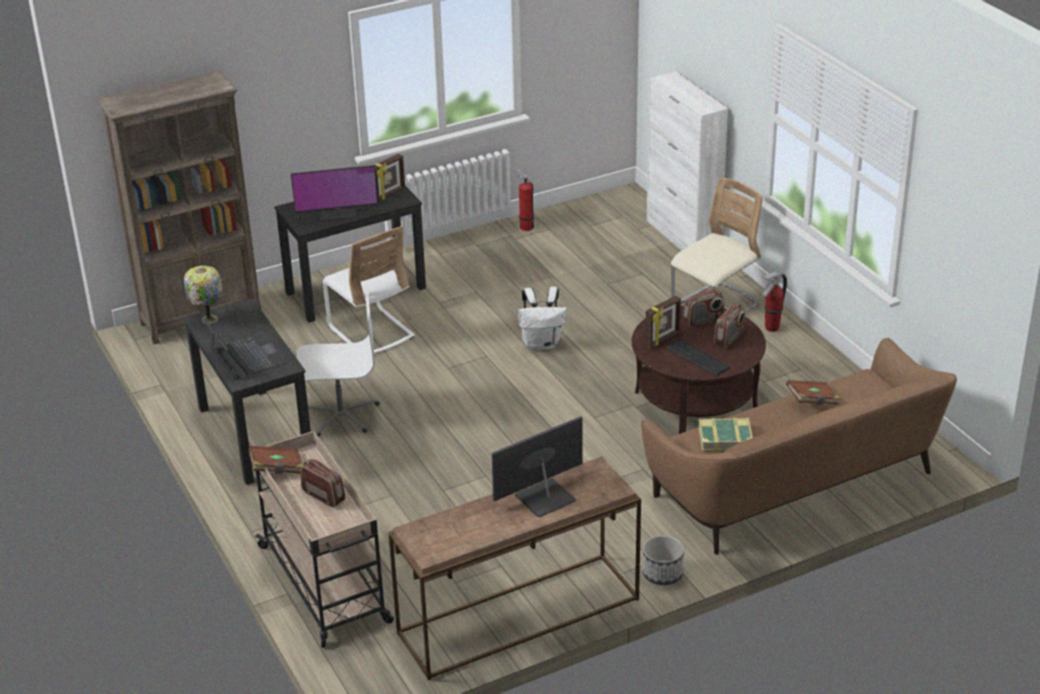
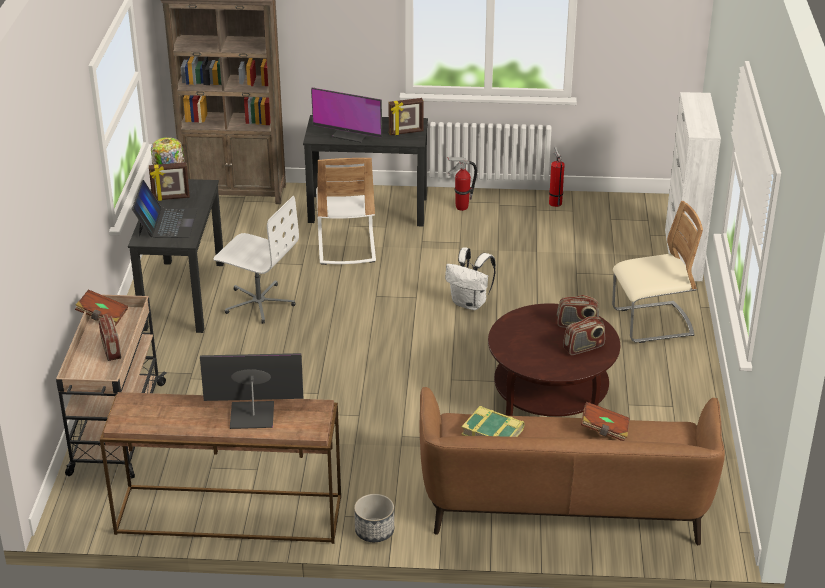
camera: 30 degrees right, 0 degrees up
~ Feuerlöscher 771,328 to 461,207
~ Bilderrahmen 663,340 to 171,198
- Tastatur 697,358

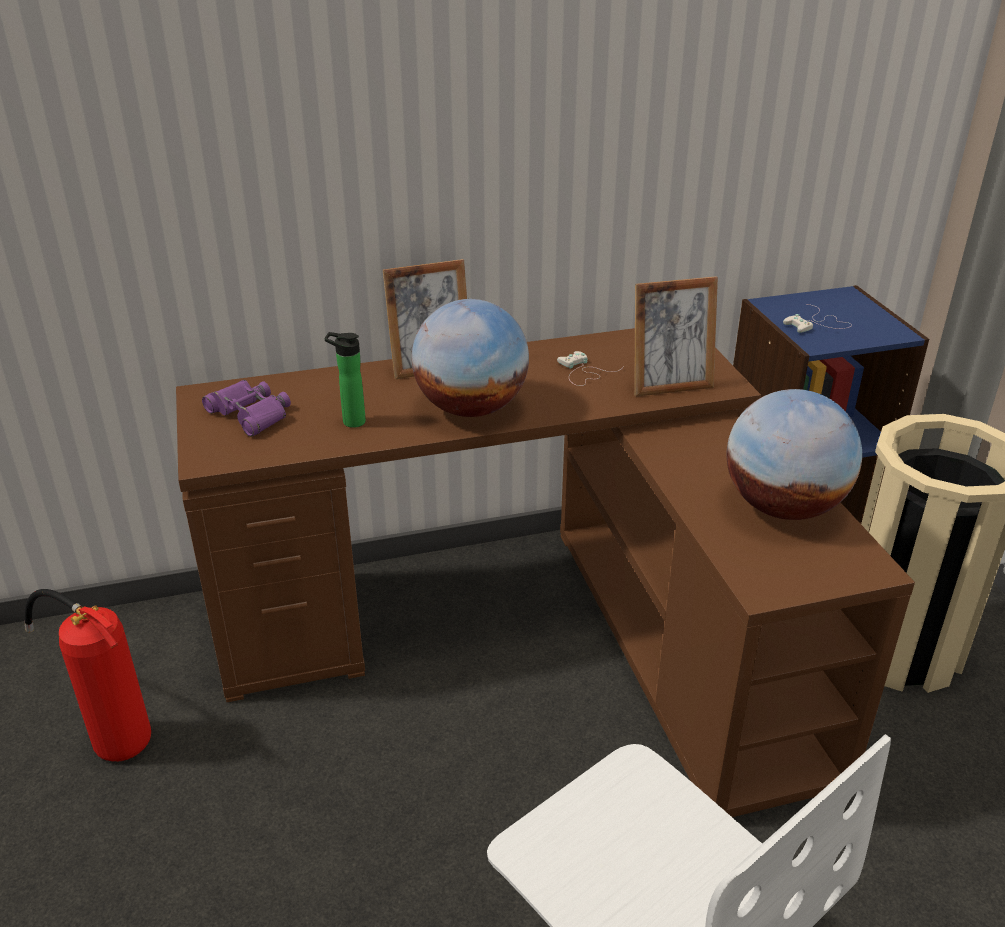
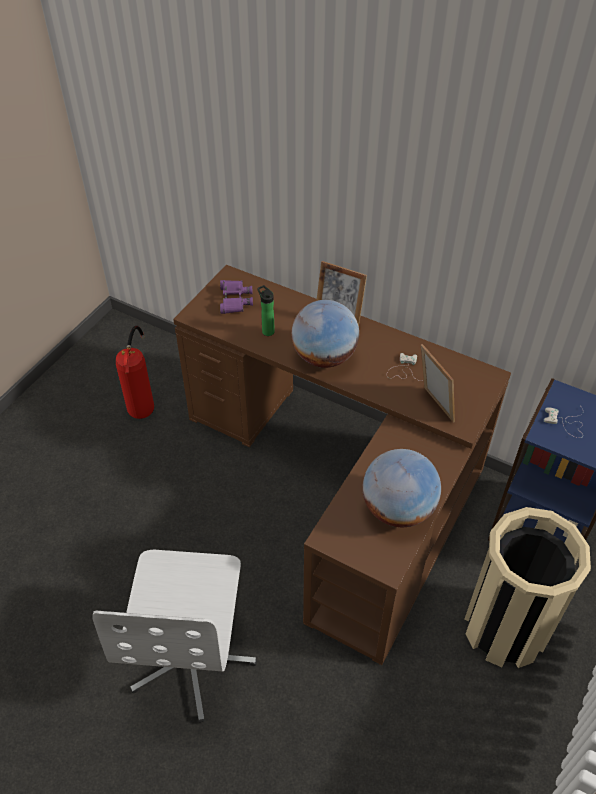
camera: 45 degrees right, 15 degrees up
~ Bilderrahmen 670,386 = 433,407 150 degrees counterclockwise

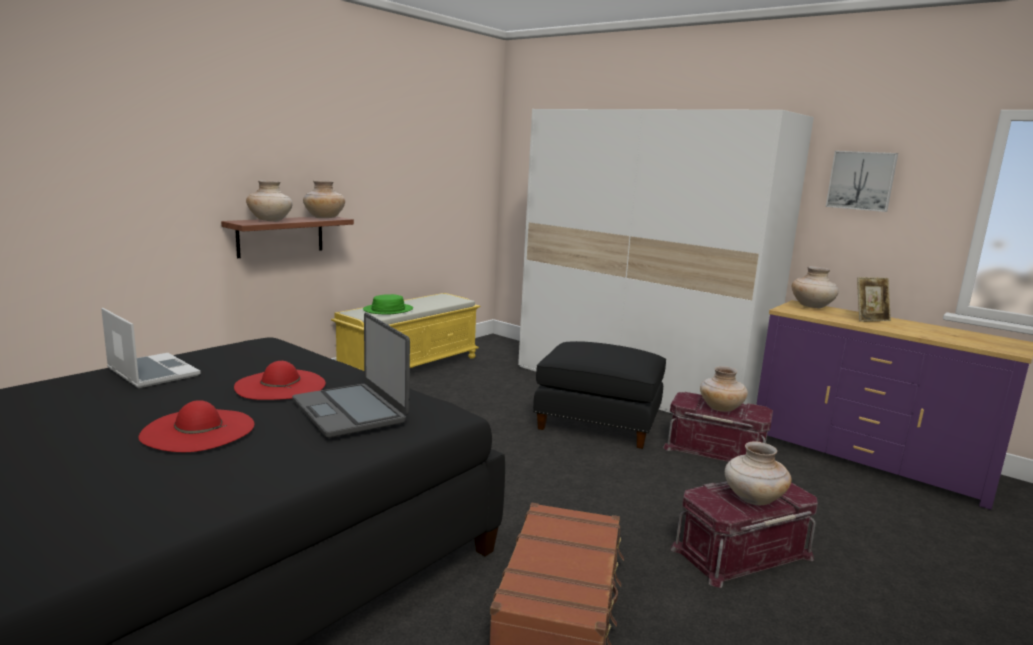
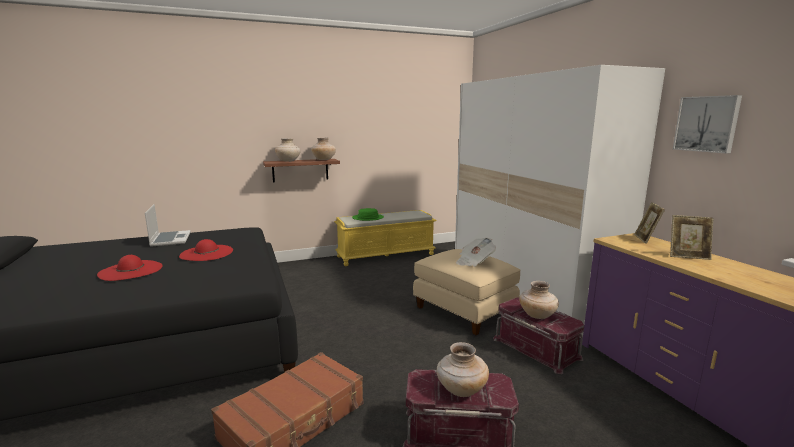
camera: 30 degrees right, 0 degrees up
~ Vase (beige) 812,306 to Bilderrahmen 646,239
- Laptop 350,411
~ Polsterhocker (schwarz) 598,423 to Polsterhocker (beige) 465,311
+ Zeitung 474,262

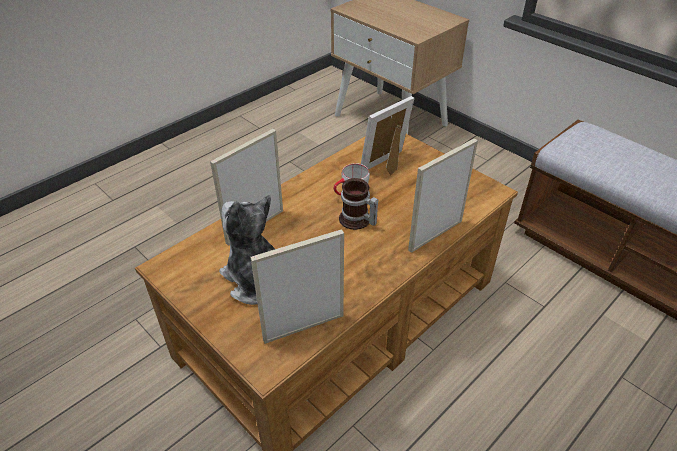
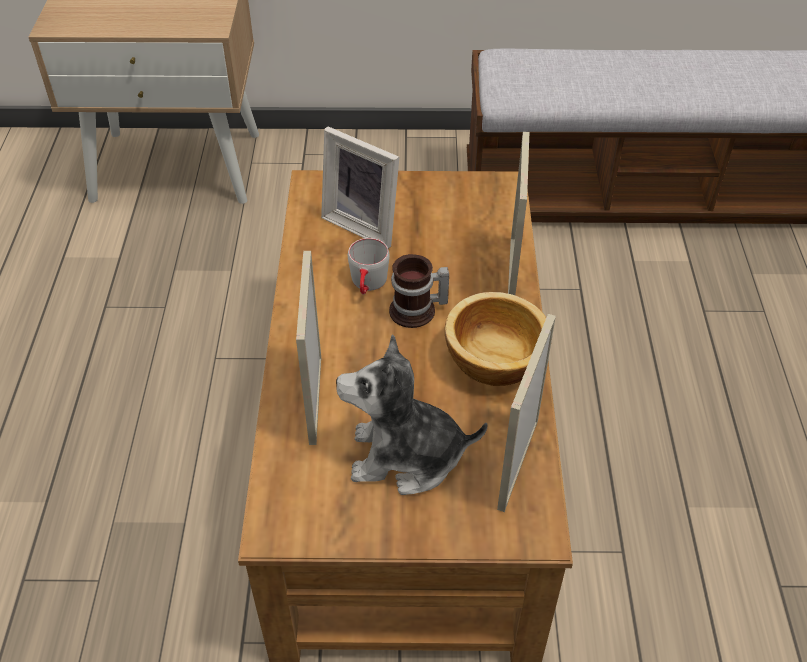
camera: 45 degrees left, 5 degrees up
~ Bilderrahmen 388,166 = 364,223 60 degrees counterclockwise
+ Schüssel 492,359

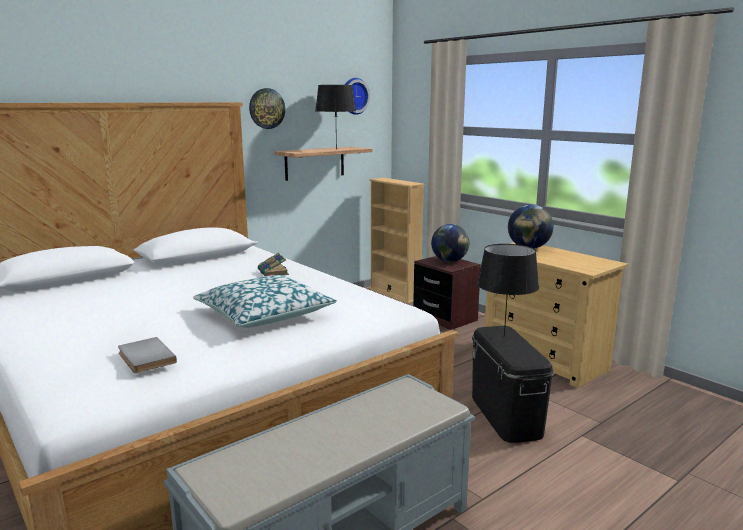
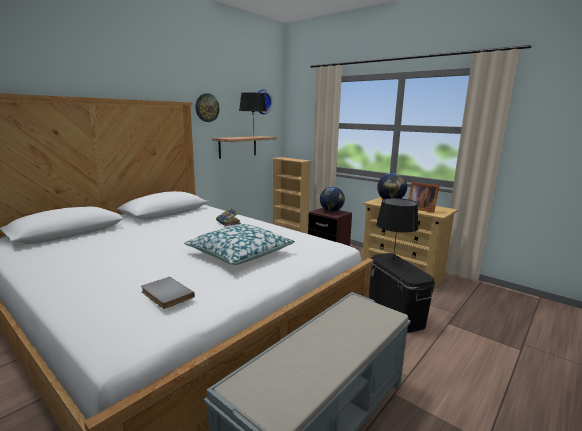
camera: 10 degrees left, 0 degrees up
+ Bilderrahmen 420,209

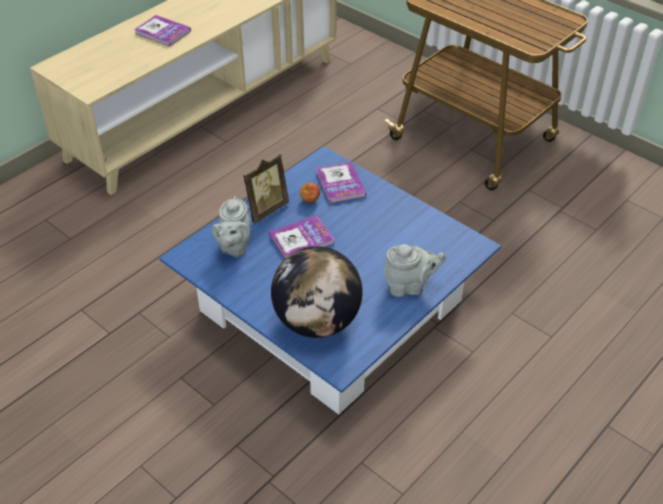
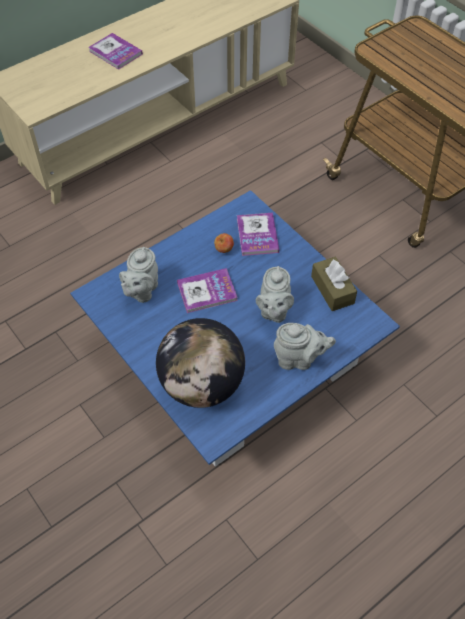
camera: 10 degrees right, 10 degrees up
- Bilderrahmen 264,209
+ Taschentuchbox (braun) 332,290
+ Teekanne (grau) 273,311

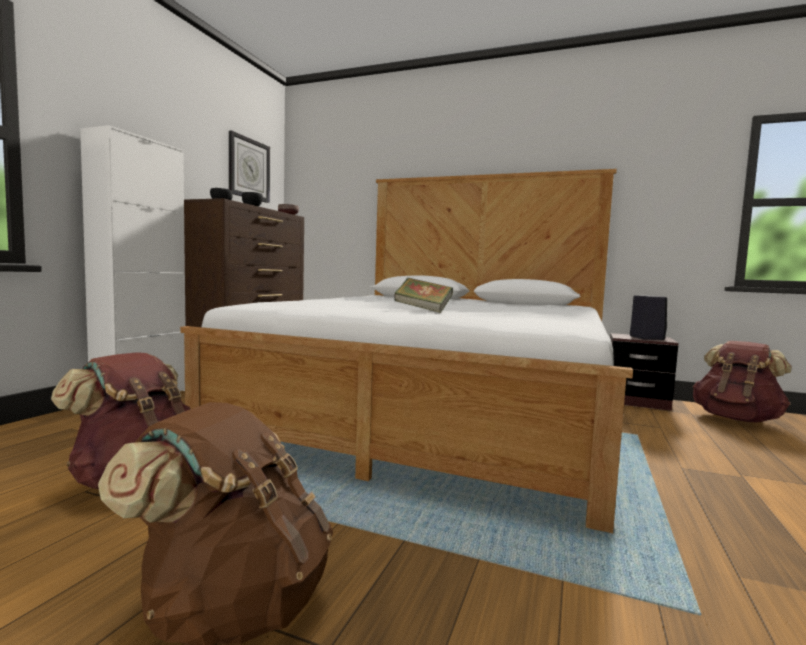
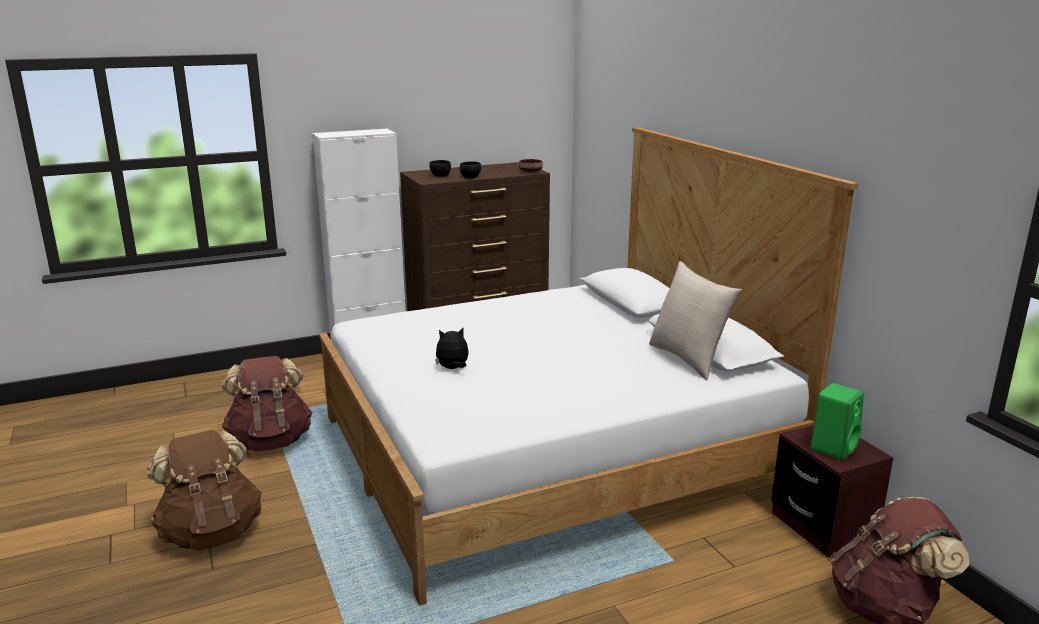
camera: 45 degrees right, 15 degrees up
- Wanduhr 249,169
~ Buch 423,311 to Plüschtier 453,368
~ Lautsprecher (schwarz) 645,338 to Lautsprecher (grün) 833,448
+ Kissen (beige) 689,359

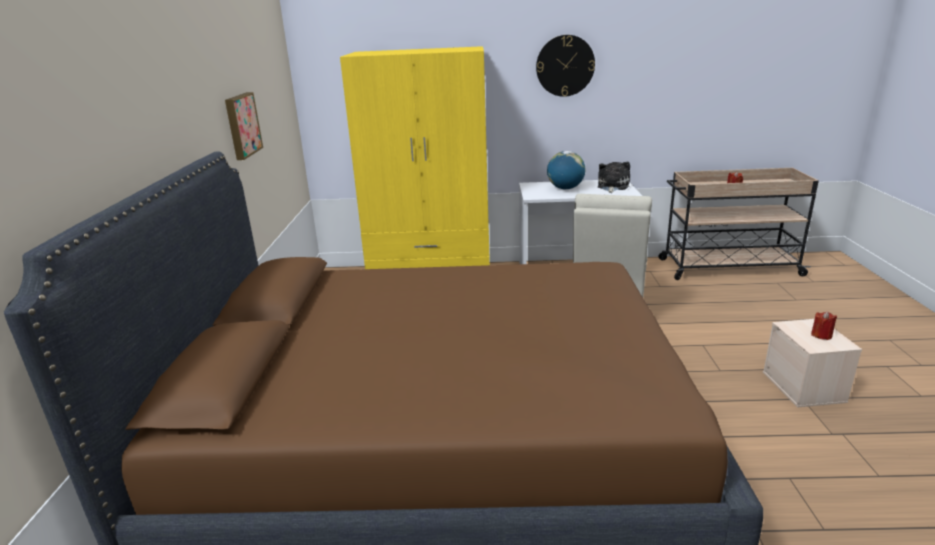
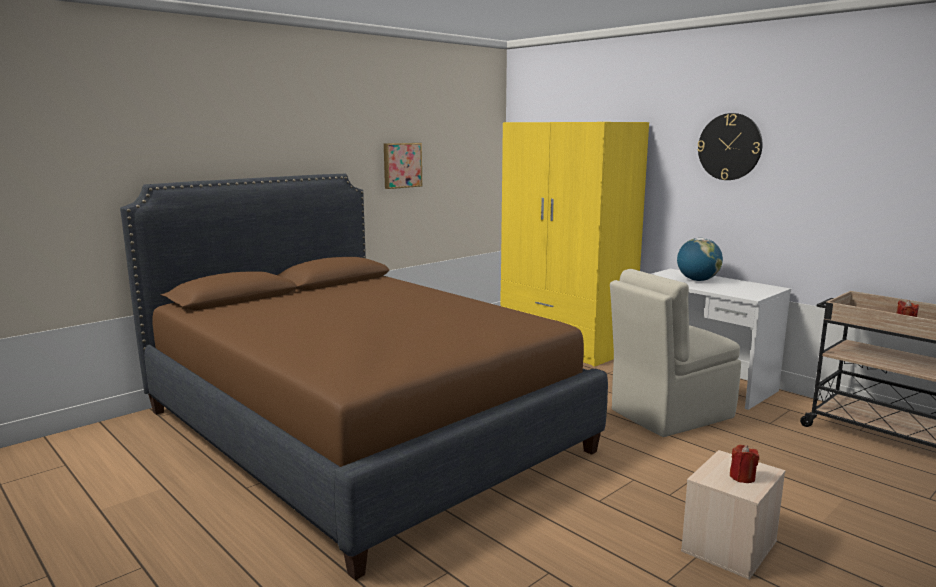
camera: 45 degrees right, 10 degrees down
- Plüschtier 612,186

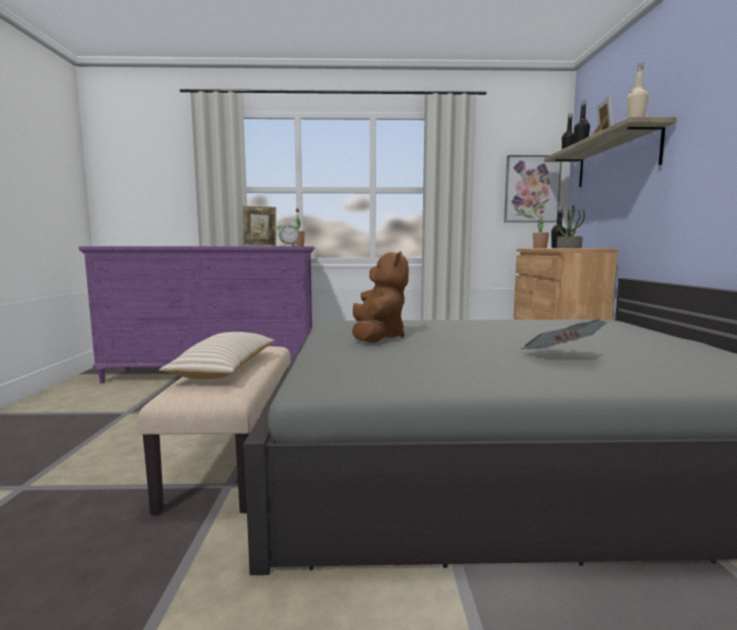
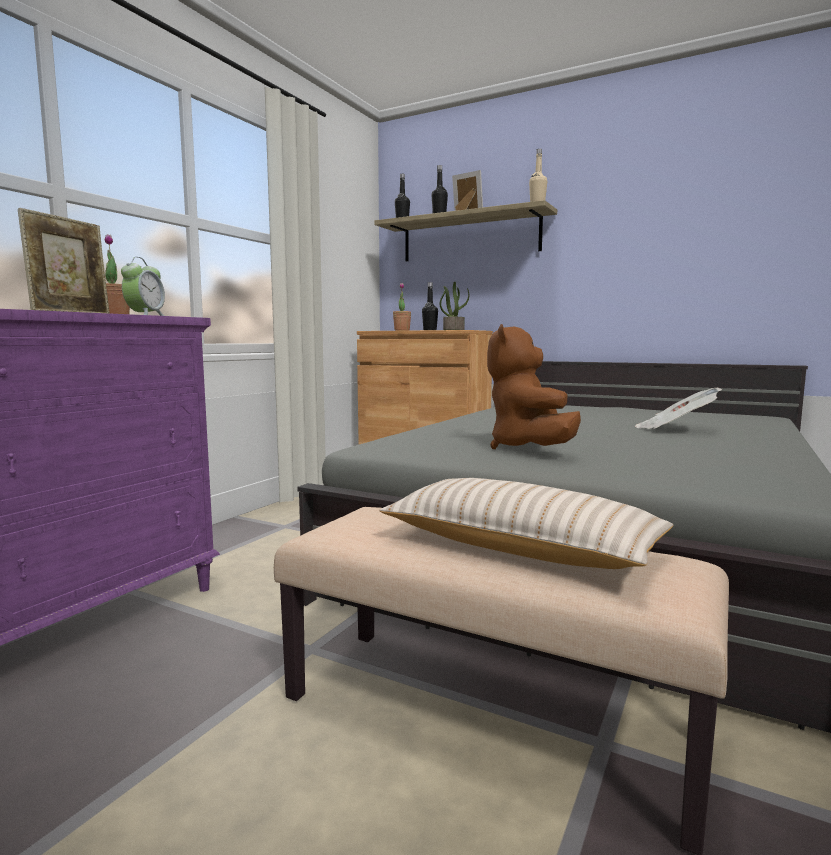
camera: 60 degrees left, 0 degrees up
- Bild 531,189
~ Plüschtier (braun) 377,337 = 528,449 120 degrees counterclockwise

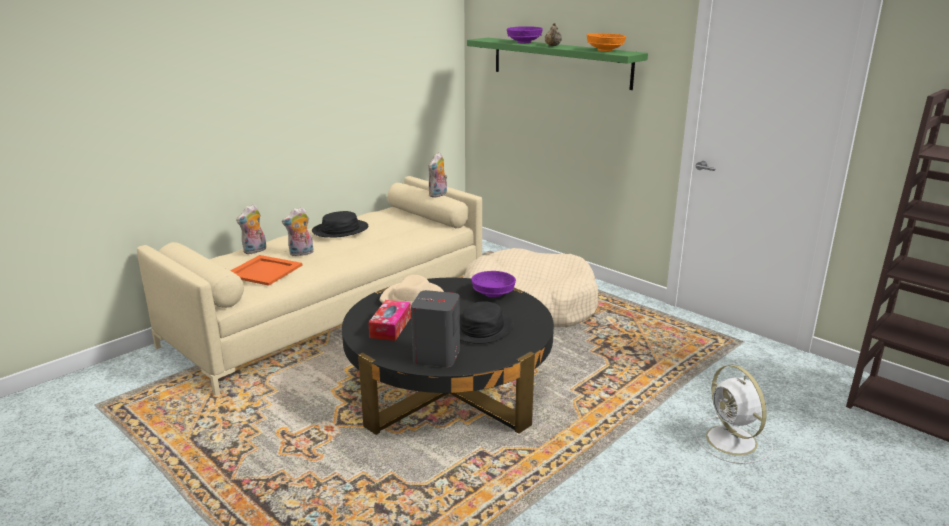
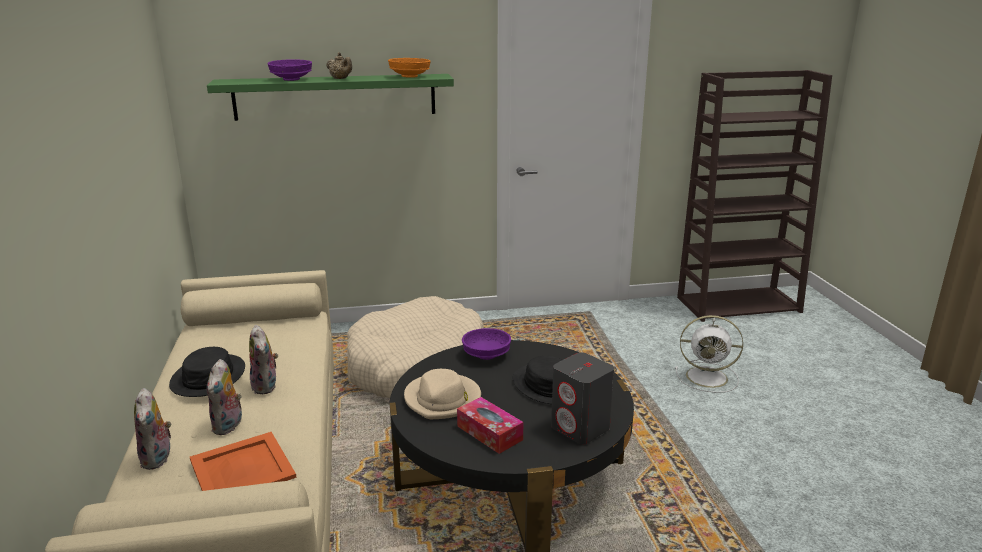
camera: 55 degrees left, 0 degrees up
~ Plüschtier 438,195 to 266,386

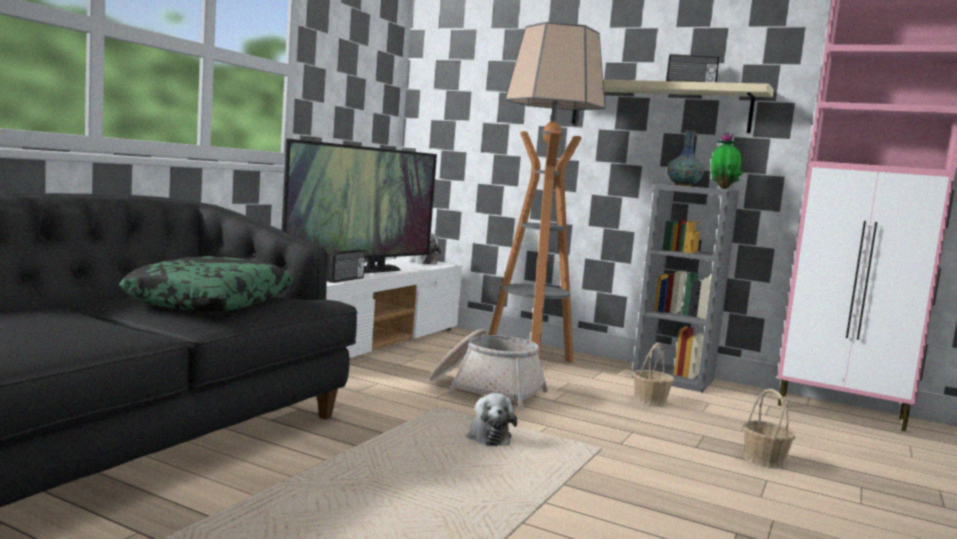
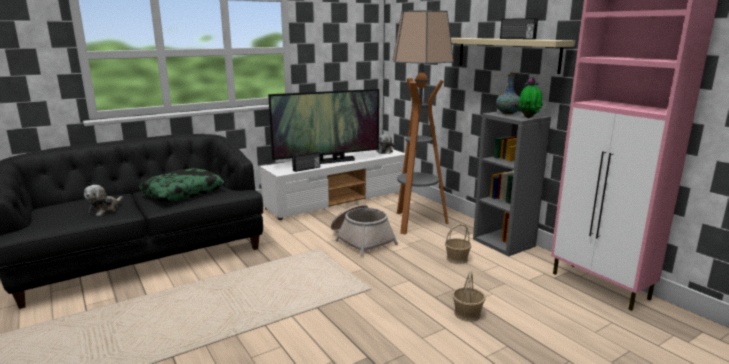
camera: 30 degrees right, 10 degrees up
~ Plüschtier 488,437 to 105,210

